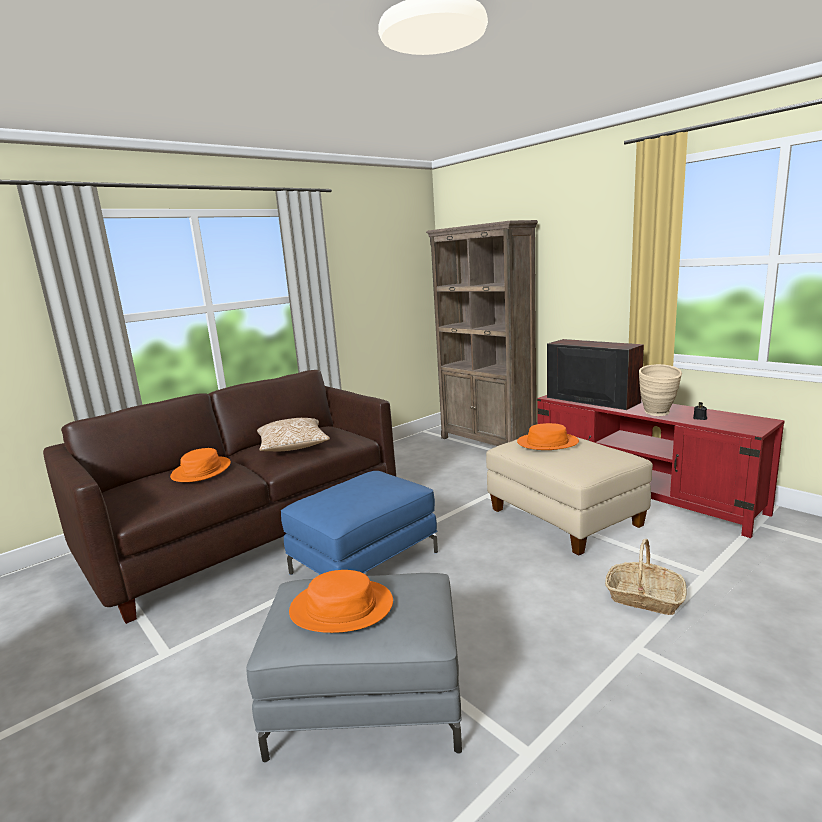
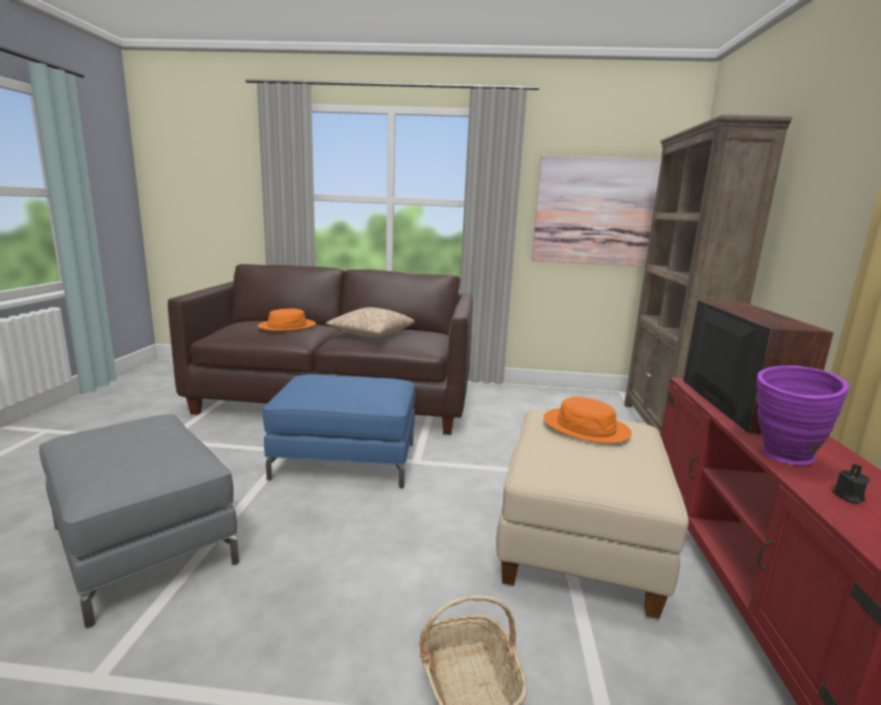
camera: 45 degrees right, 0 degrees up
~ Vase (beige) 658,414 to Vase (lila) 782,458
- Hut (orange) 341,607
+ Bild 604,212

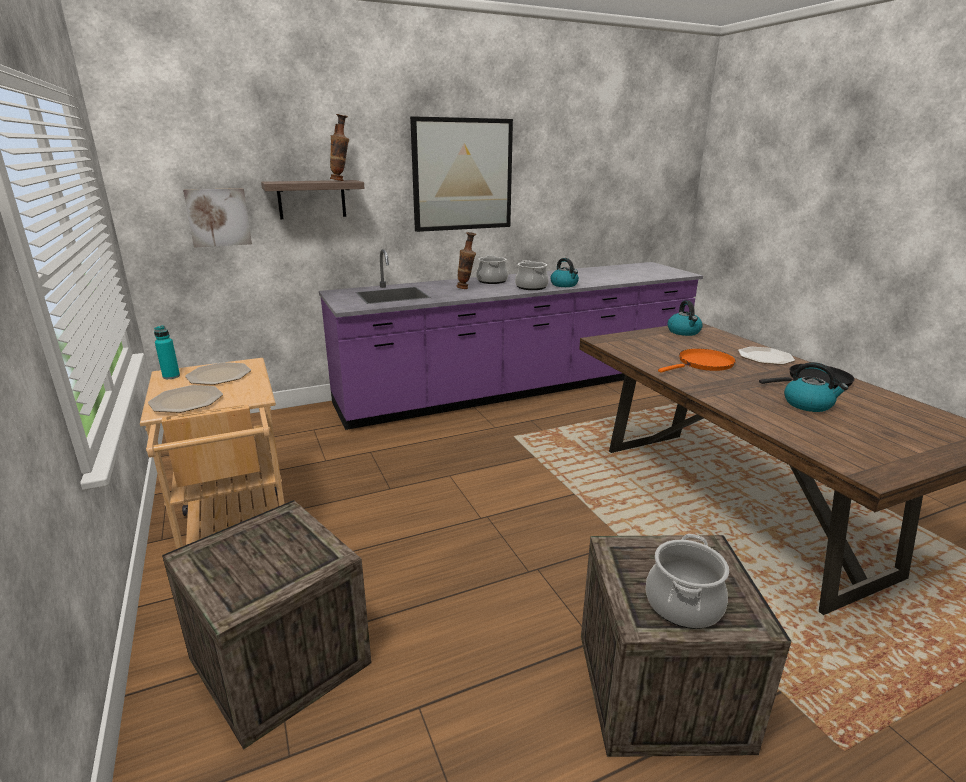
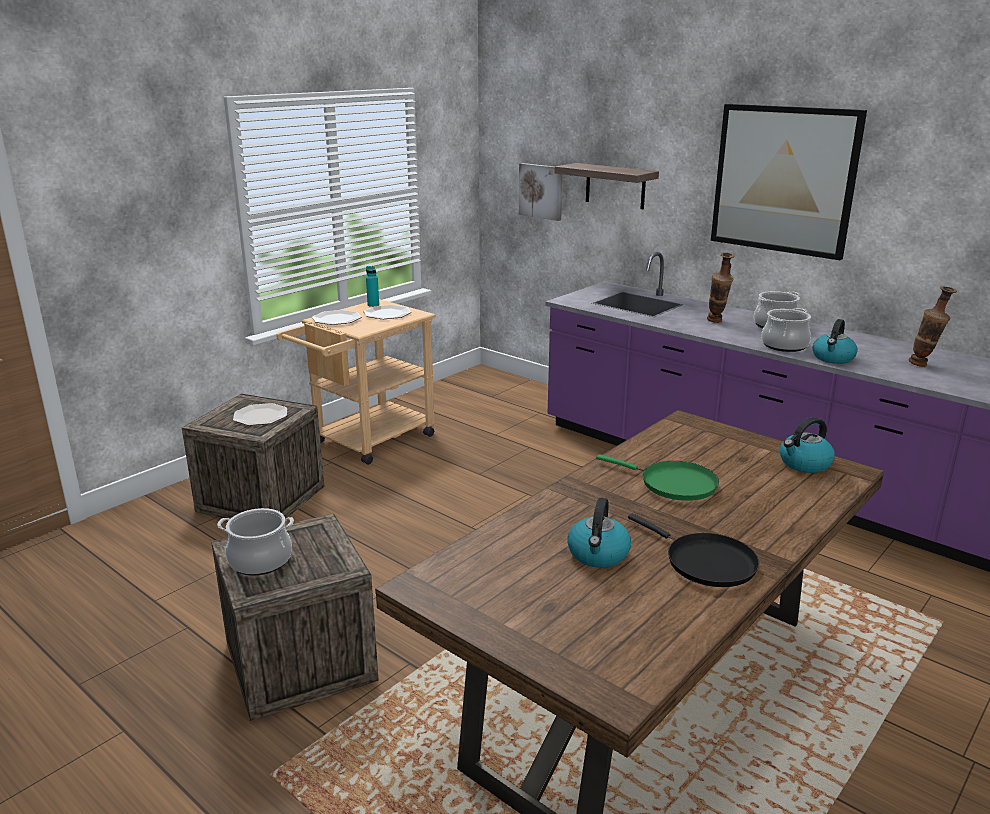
camera: 65 degrees right, 0 degrees up
~ Vase 341,181 to 923,365
~ Teller 765,357 to 261,416
~ Pfanne (orange) 703,364 to Pfanne (grün) 673,484

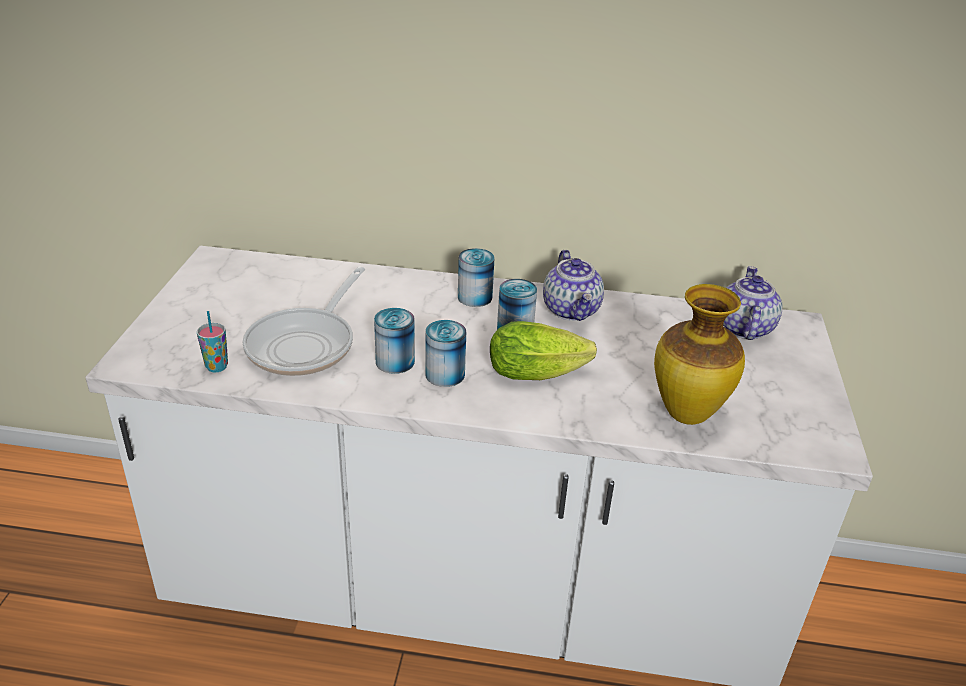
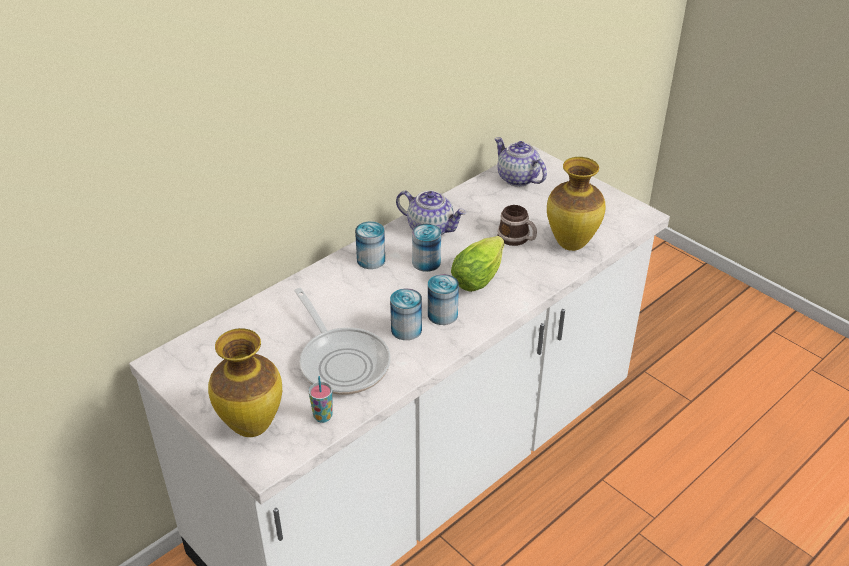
camera: 50 degrees left, 5 degrees up
+ Henkelbecher 517,239
+ Vase 252,426

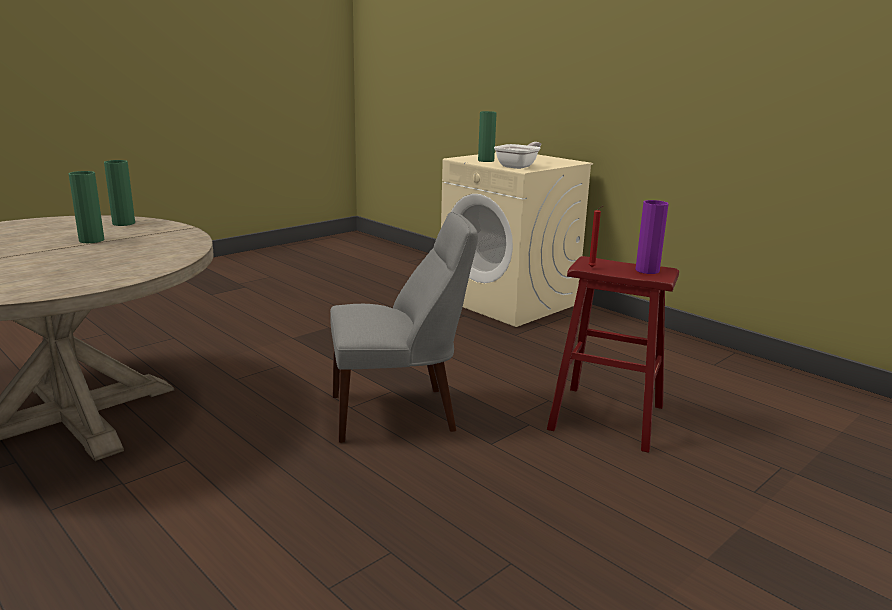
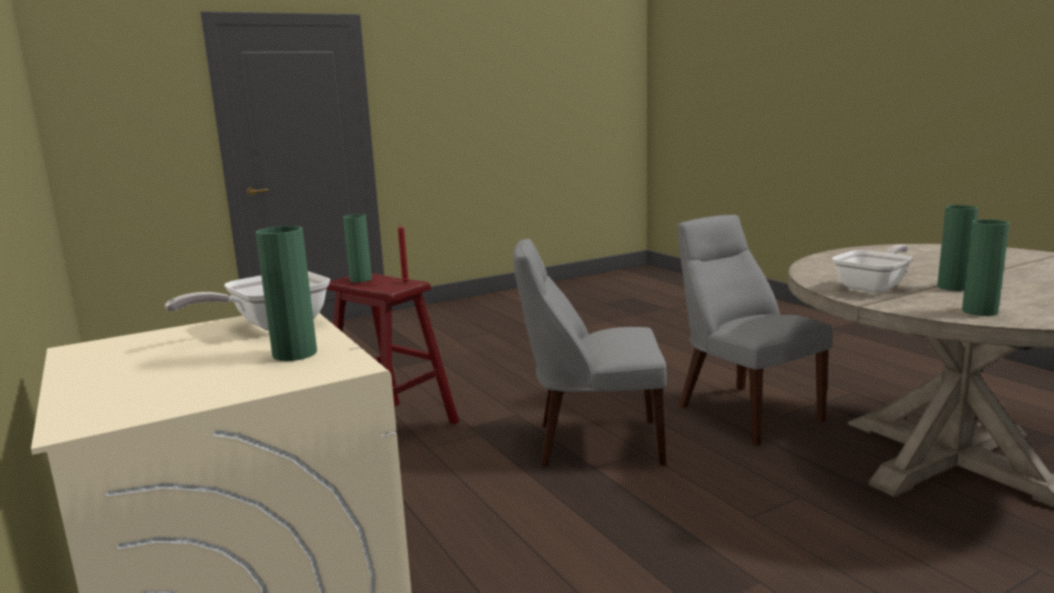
camera: 165 degrees left, 5 degrees down
~ Vase (lila) 647,270 to Vase (grün) 360,279
+ Stuhl (grau) 744,411
+ Pfanne 874,287

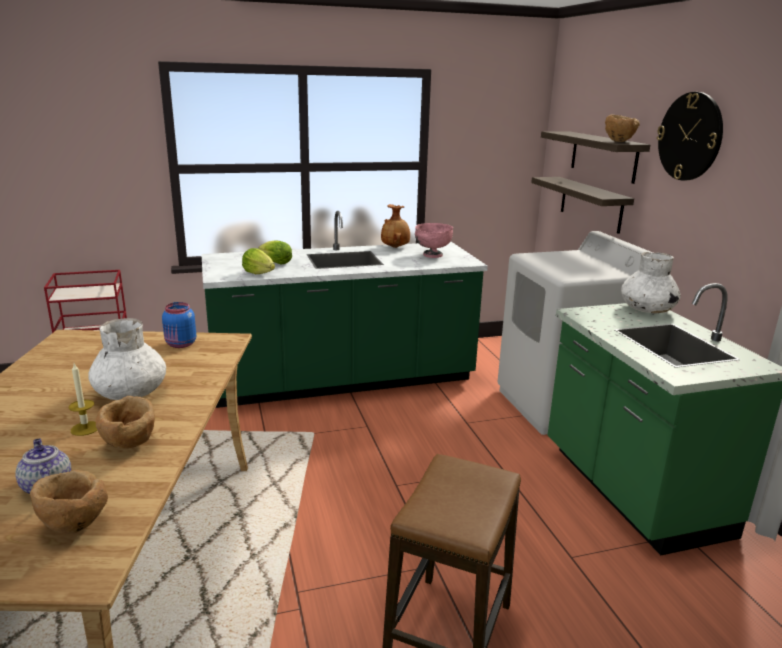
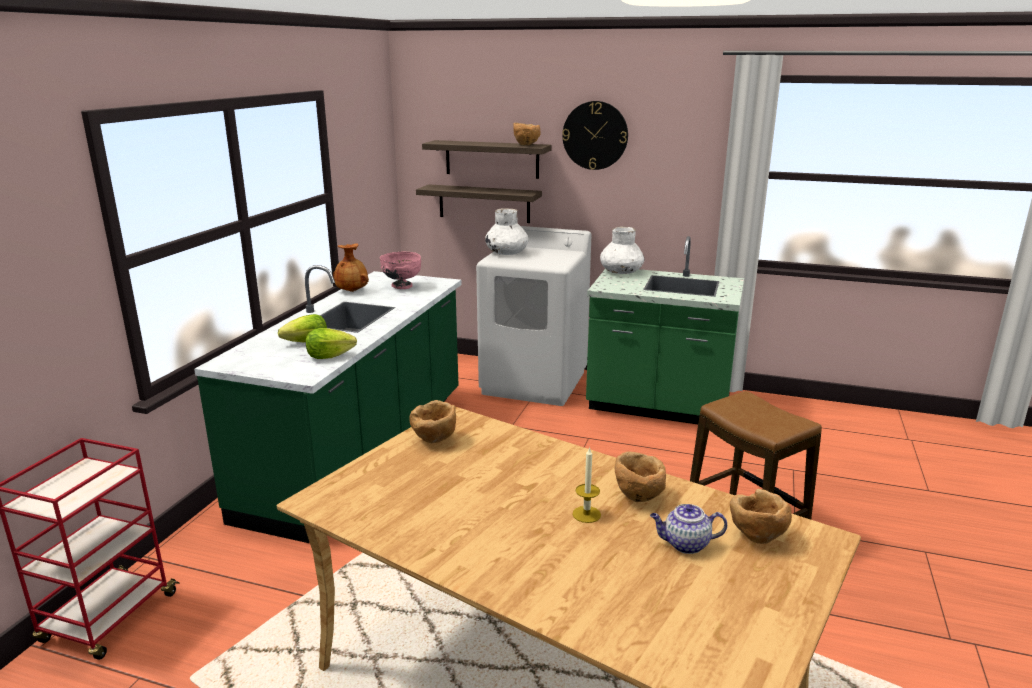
camera: 55 degrees left, 0 degrees up
~ Vorratsglas (blau) 181,344 to Schüssel (braun) 434,440
~ Vase (weiß) 131,392 to 506,253

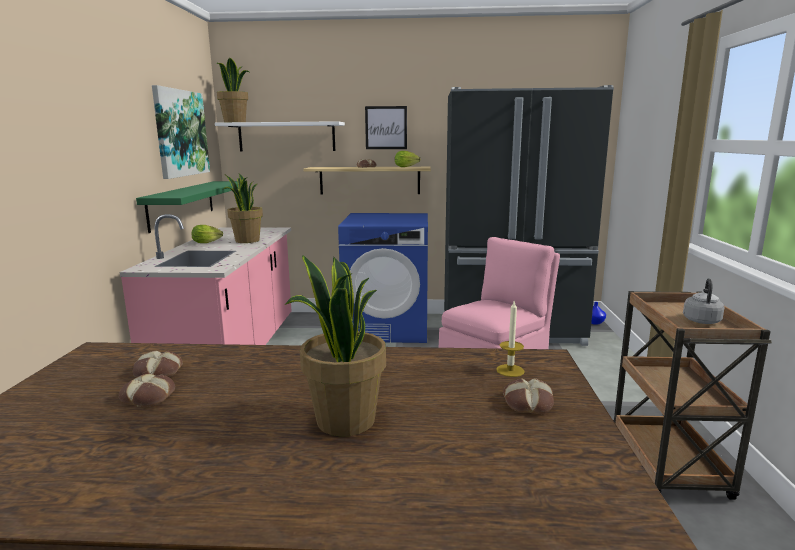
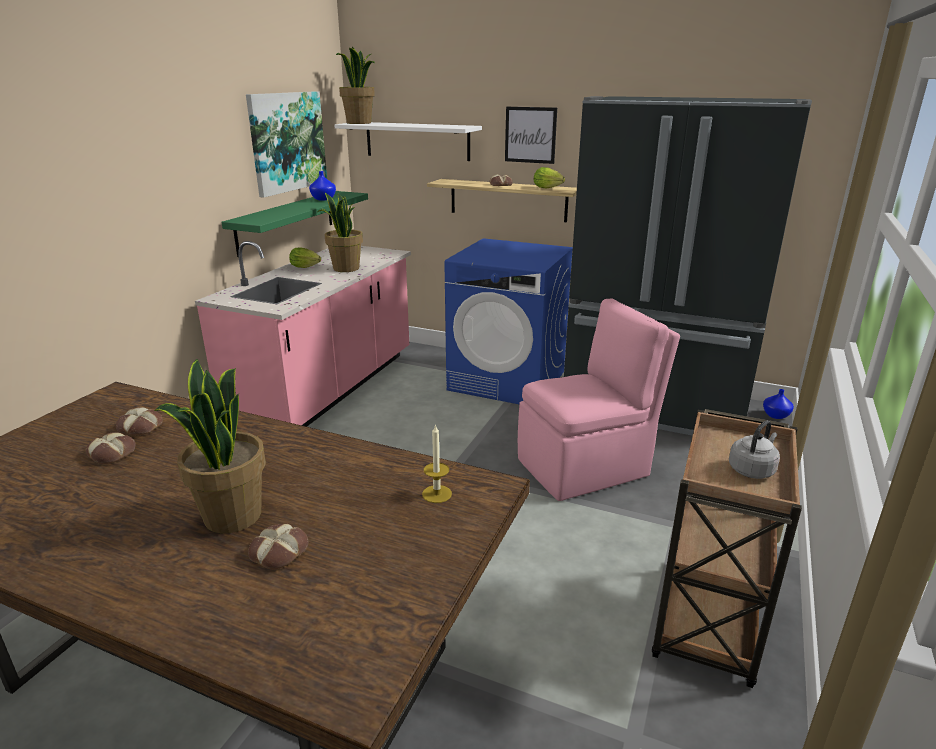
camera: 20 degrees right, 10 degrees up
~ Brot 527,403 to 278,551
+ Vase (blau) 323,199

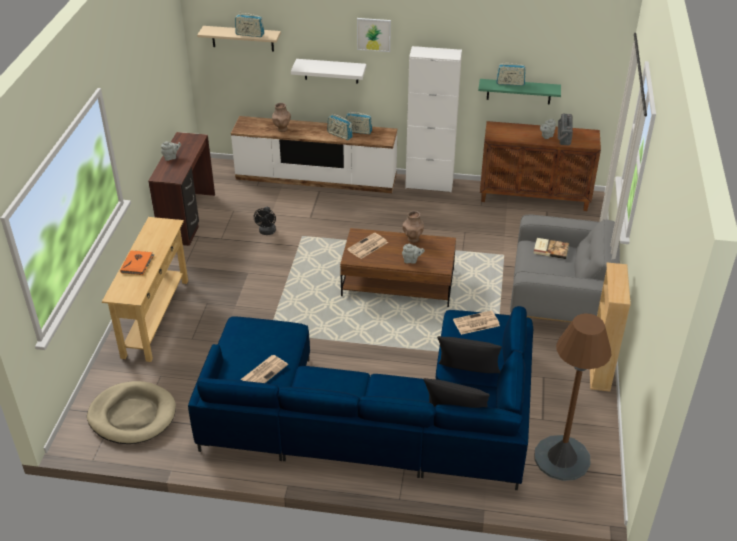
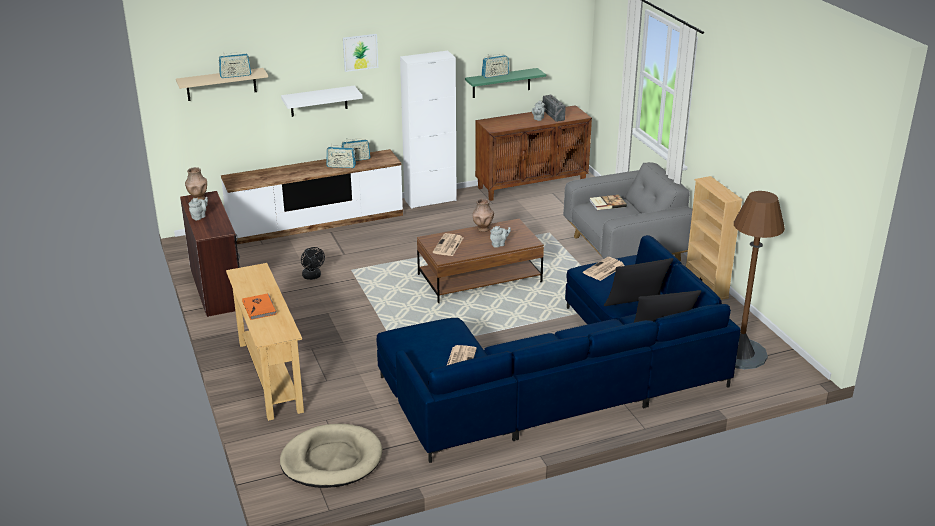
camera: 30 degrees left, 10 degrees down
~ Vase (braun) 282,129 to 198,199

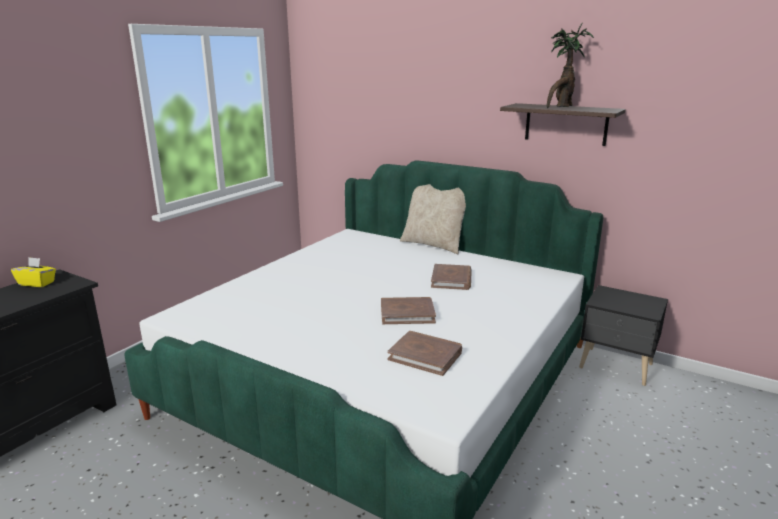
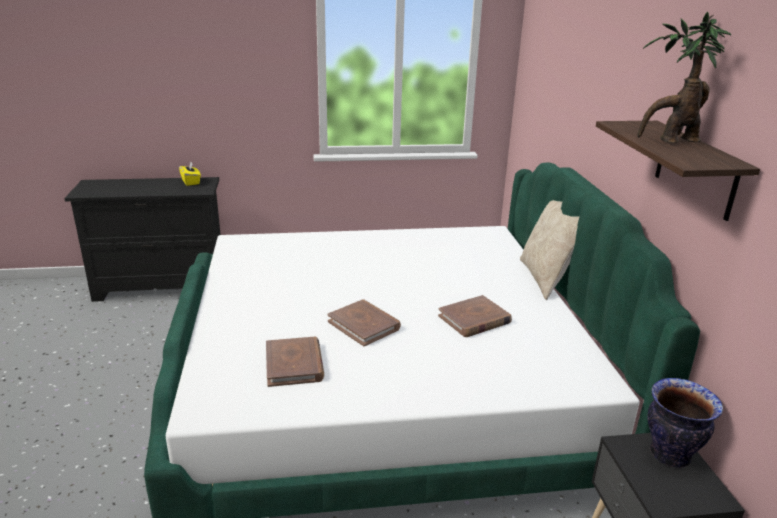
camera: 50 degrees right, 5 degrees up
+ Vase 670,455

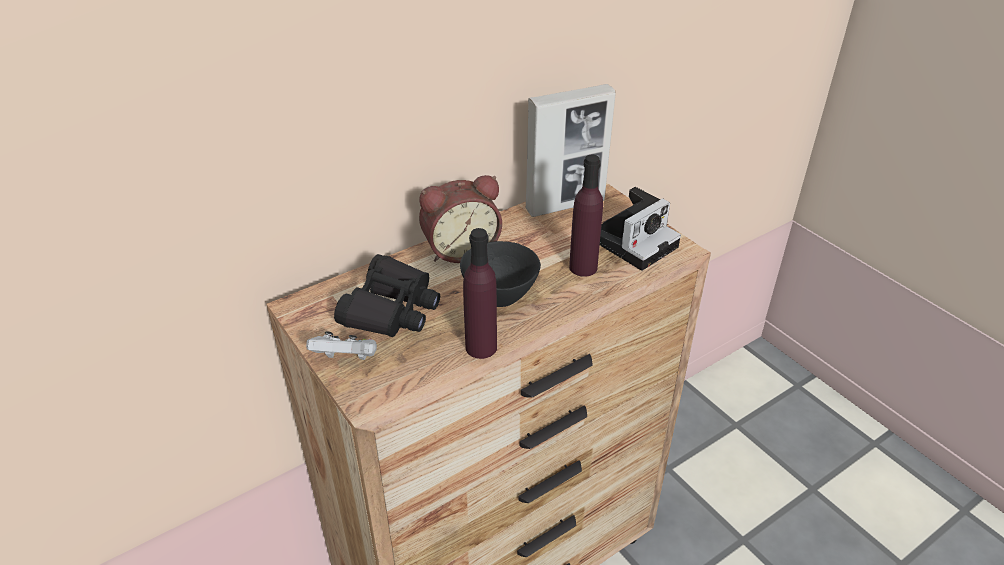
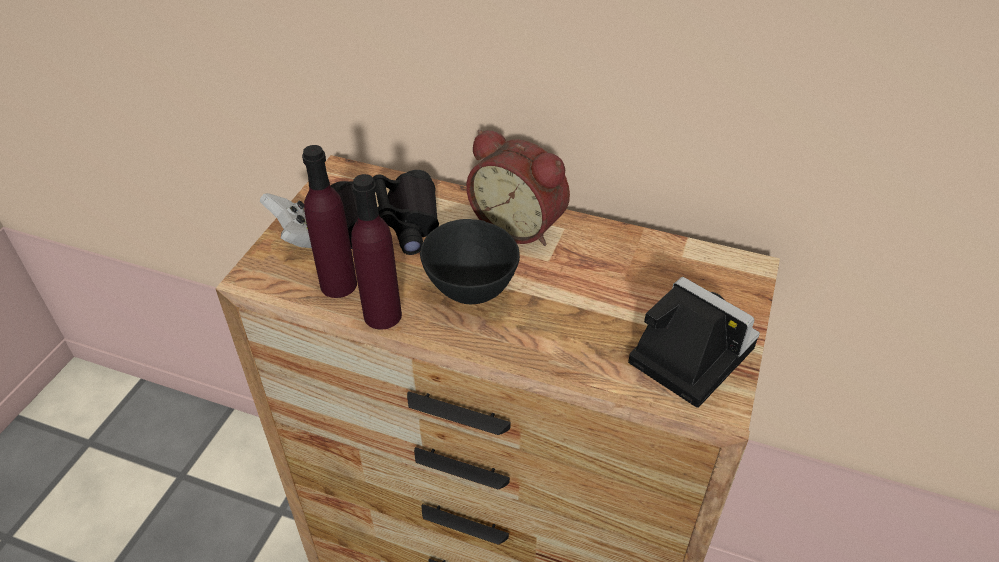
camera: 55 degrees right, 5 degrees up
- Bilderrahmen 565,205
~ Flasche (lila) 583,267 to 338,284
~ Kamera 634,241 = 686,353 150 degrees counterclockwise

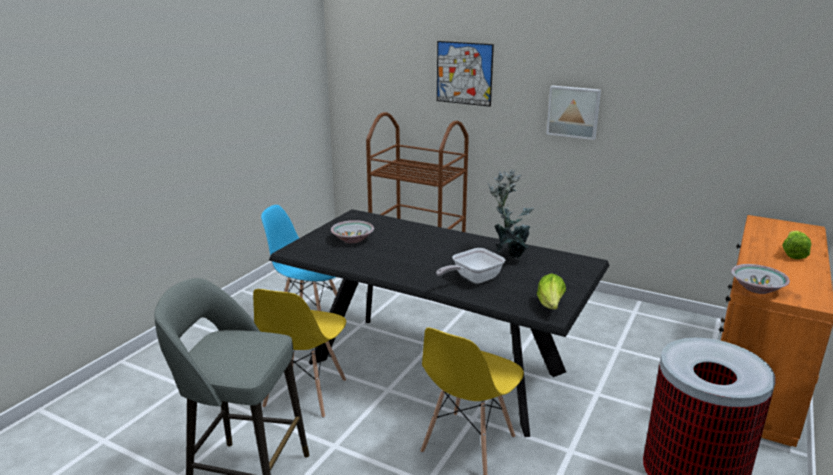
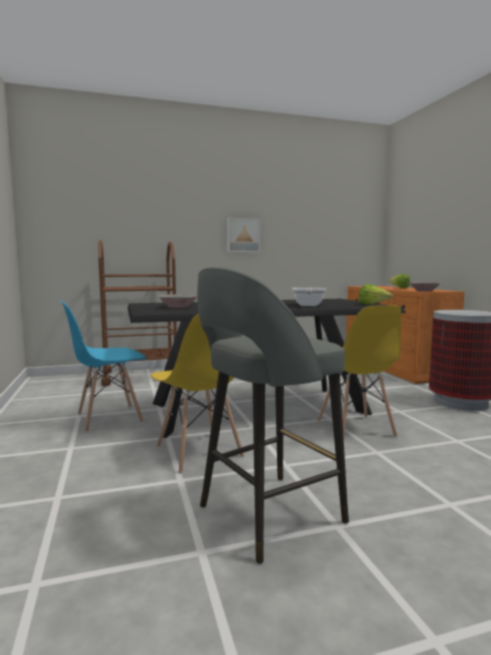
camera: 45 degrees left, 15 degrees down
- Bild 464,73
- Topfpflanze 509,255

